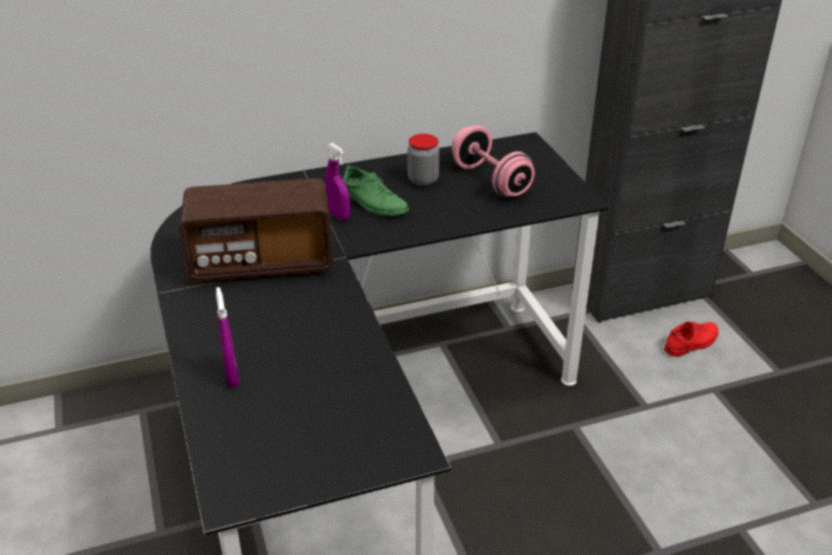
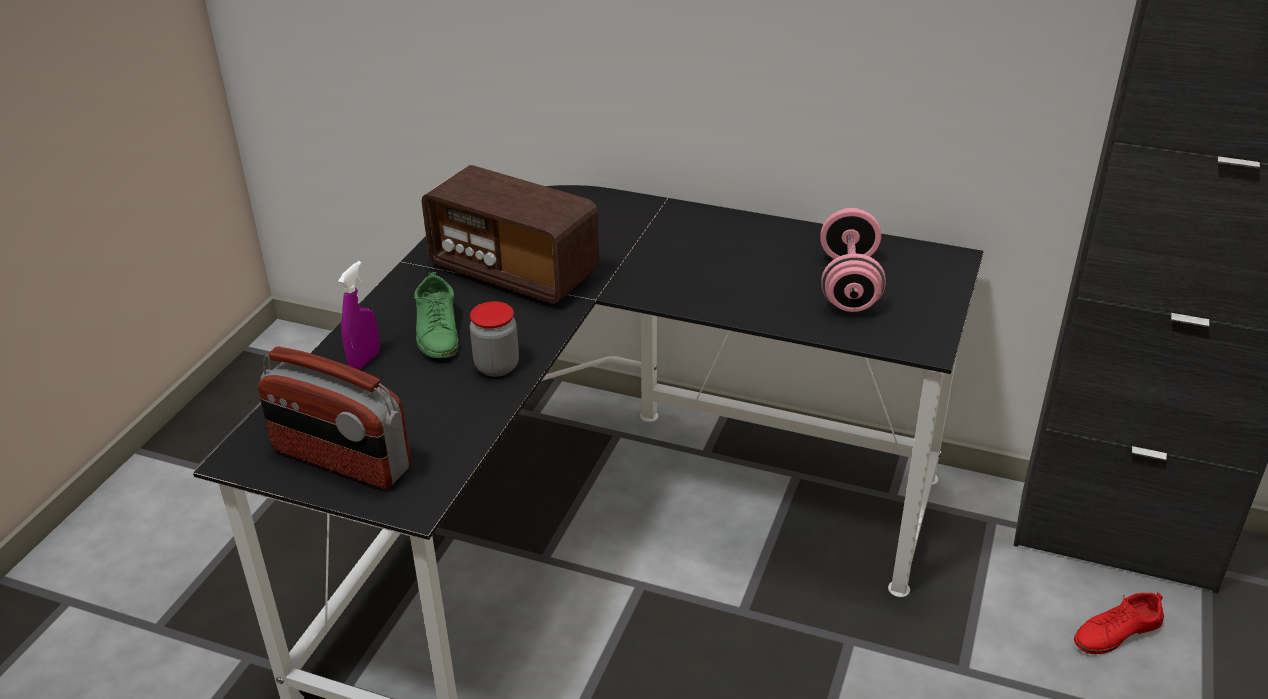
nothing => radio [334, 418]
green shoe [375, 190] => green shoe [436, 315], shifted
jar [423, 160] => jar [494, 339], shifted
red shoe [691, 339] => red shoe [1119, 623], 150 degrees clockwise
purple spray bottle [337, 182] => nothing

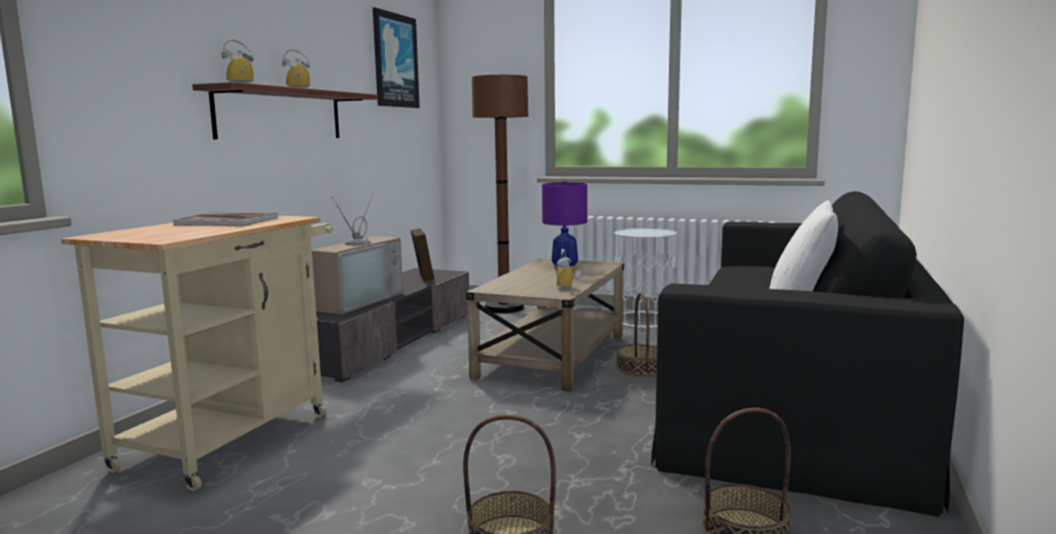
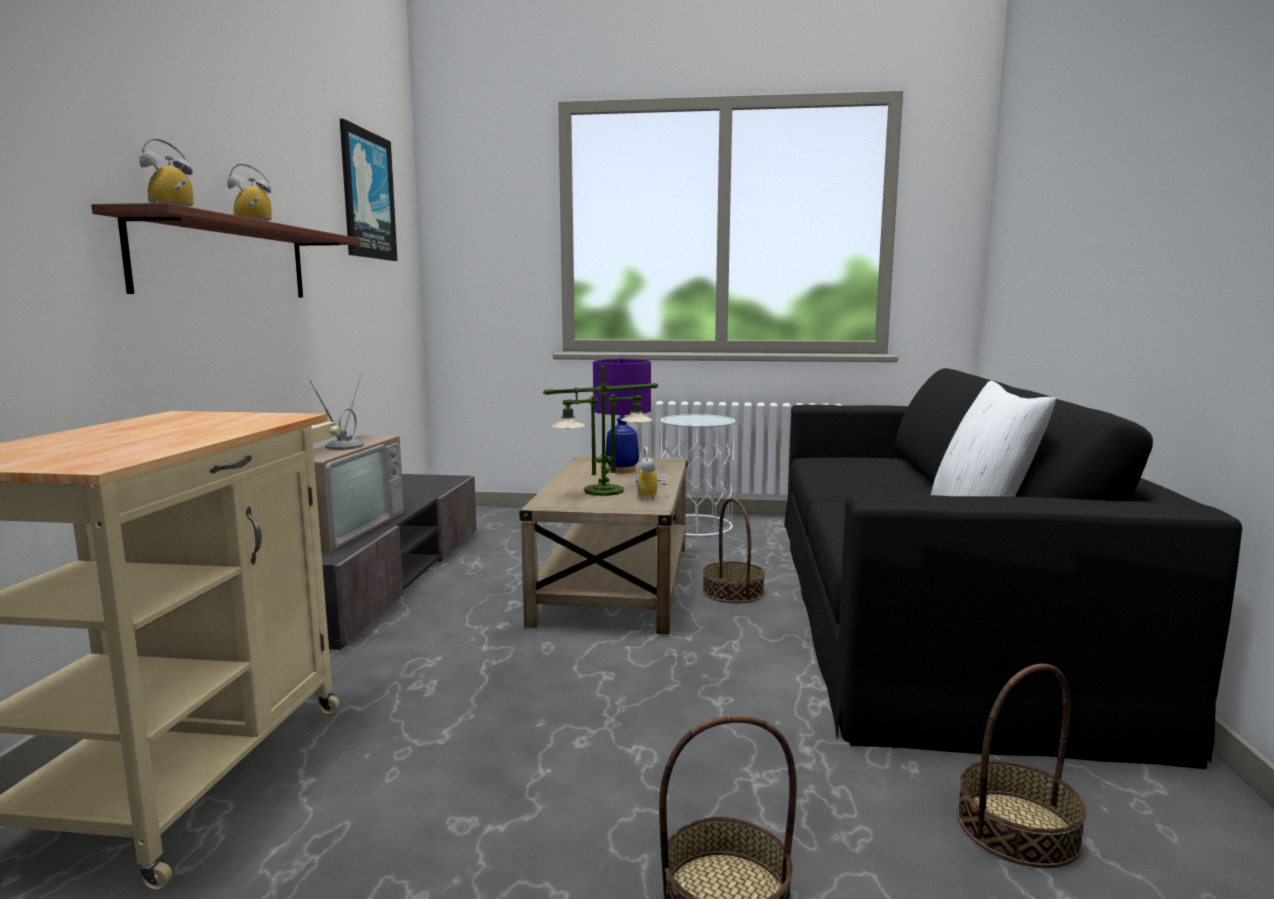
nothing => table lamp [600, 430]
book [225, 219] => nothing
picture frame [422, 254] => nothing
brown floor lamp [500, 194] => nothing

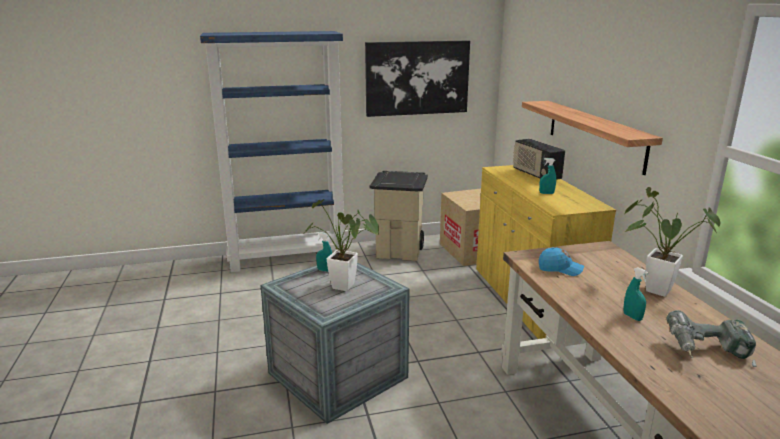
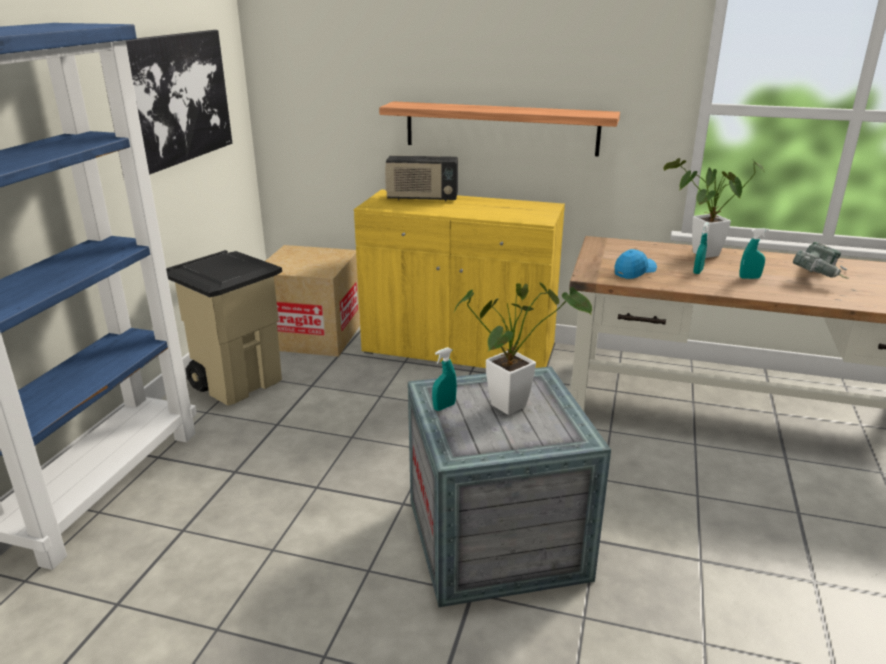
turquoise spray bottle [547, 176] => turquoise spray bottle [701, 248], shifted

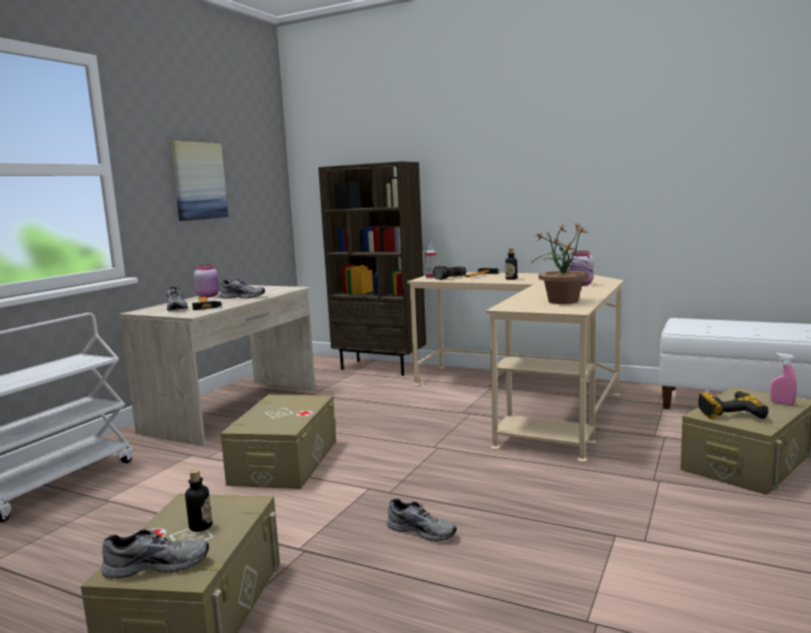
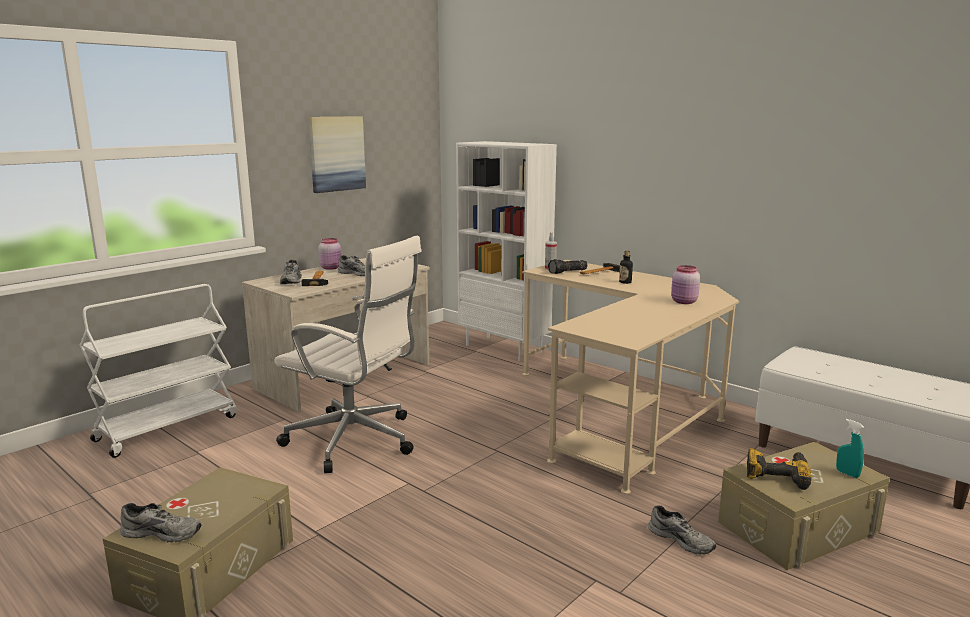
beige storage box [278, 442] => white office chair [348, 354]
brown bookcase [372, 268] => white bookcase [506, 251]
grey shoe [422, 520] => grey shoe [682, 530], shifted
pink spray bottle [783, 379] => turquoise spray bottle [850, 448]
bottle [199, 500] => nothing
potted plant [562, 263] => nothing

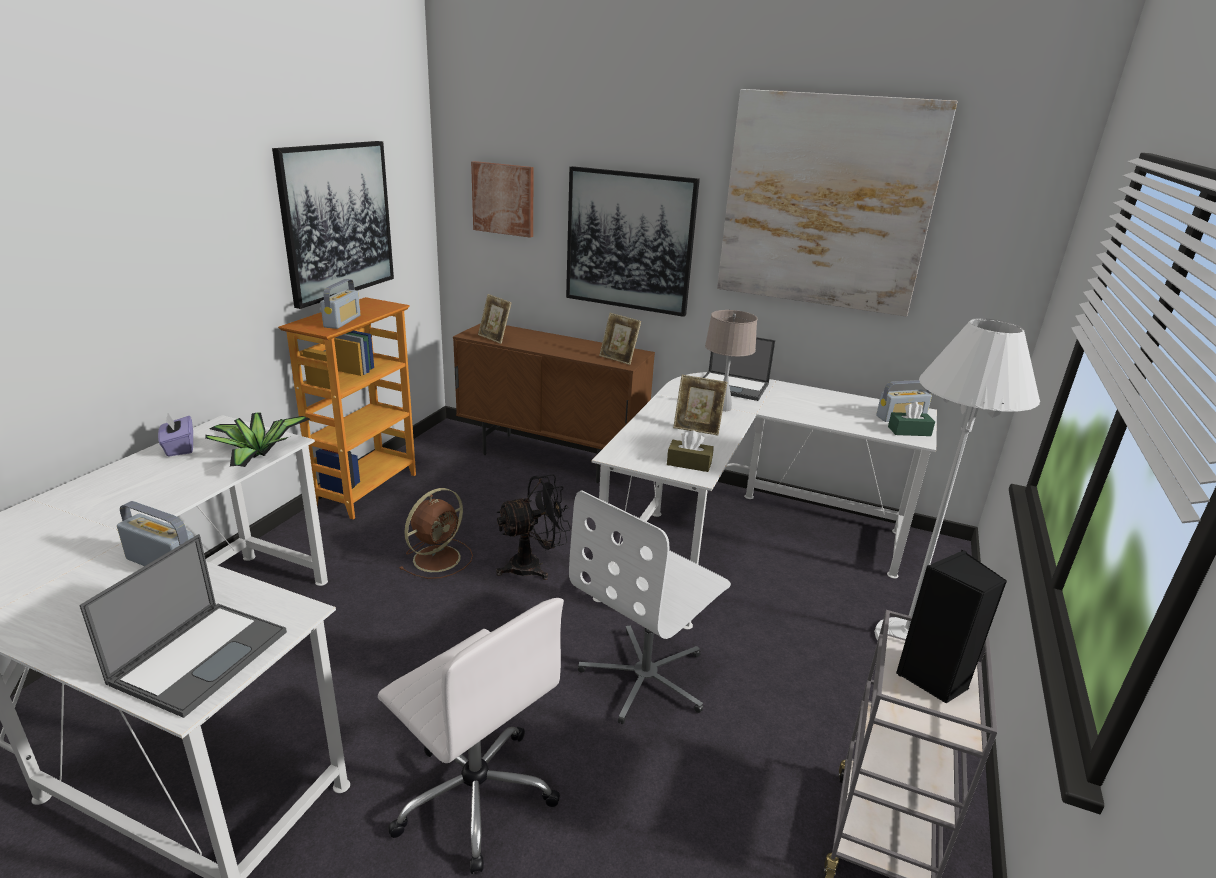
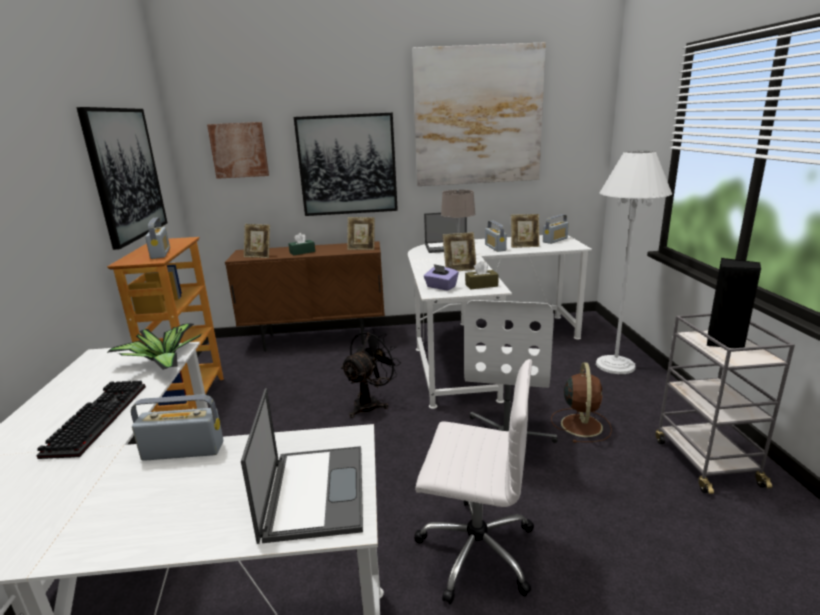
nothing => keyboard [91, 420]
green tissue box [911, 419] => green tissue box [301, 244], shifted
purple tissue box [175, 435] => purple tissue box [441, 277], shifted
nothing => radio [496, 236]
nothing => picture frame [525, 231]
brown fan [436, 533] => brown fan [581, 402], shifted

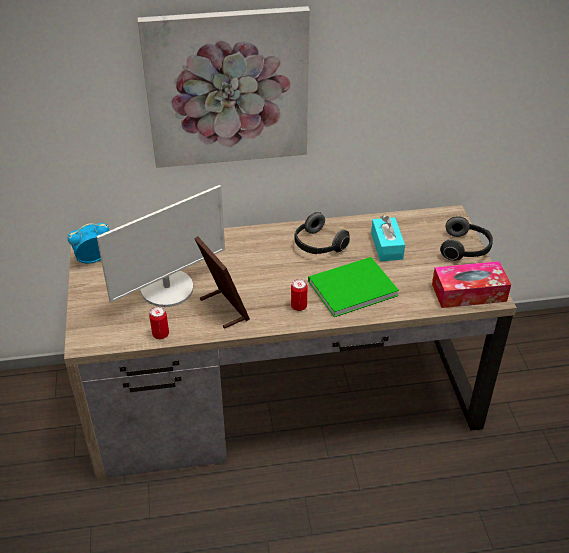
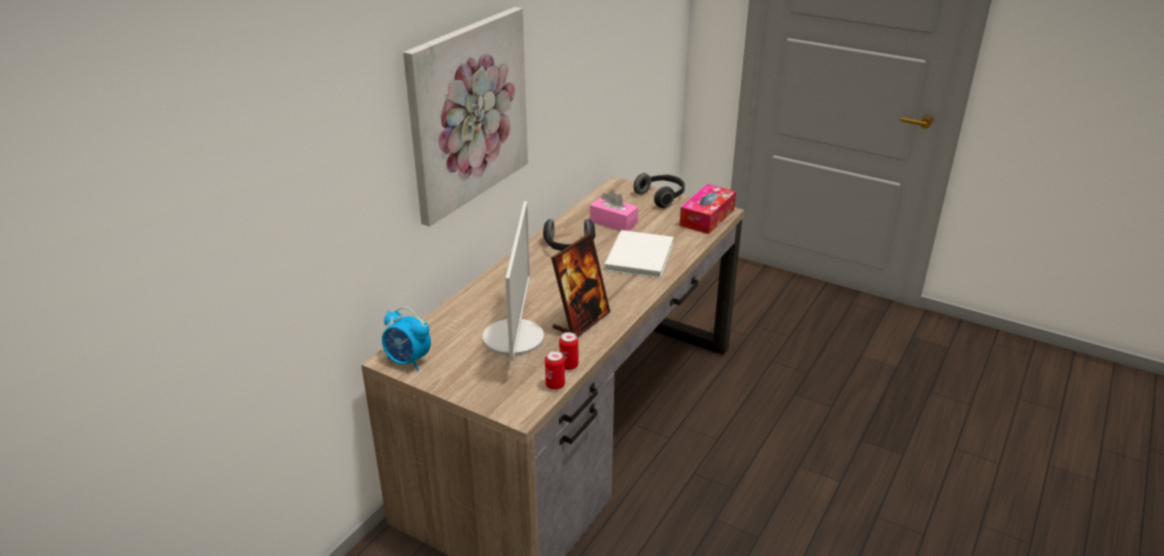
alarm clock [88, 243] => alarm clock [406, 338], 75 degrees counterclockwise
can [299, 295] => can [555, 370], shifted
picture frame [222, 283] => picture frame [580, 285], 120 degrees clockwise
turquoise tissue box [388, 238] => pink tissue box [614, 210]
green book [353, 287] => white book [639, 254]

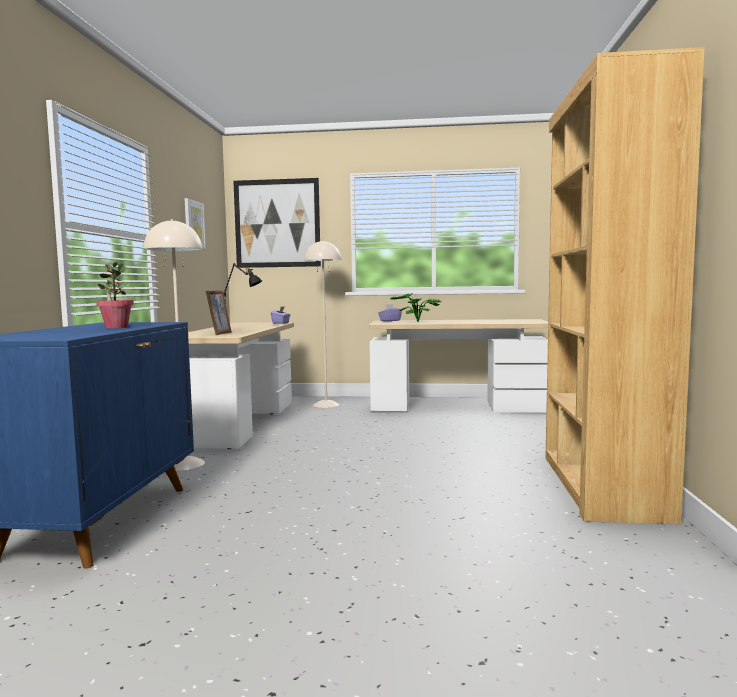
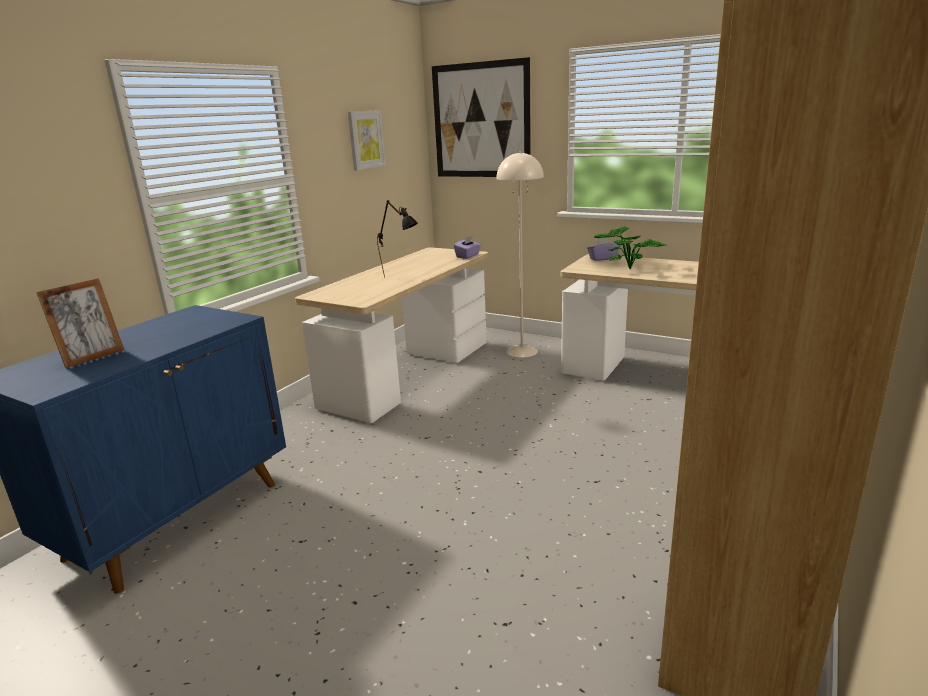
picture frame [219, 312] => picture frame [80, 323], shifted
potted plant [115, 295] => nothing
beige floor lamp [174, 345] => nothing

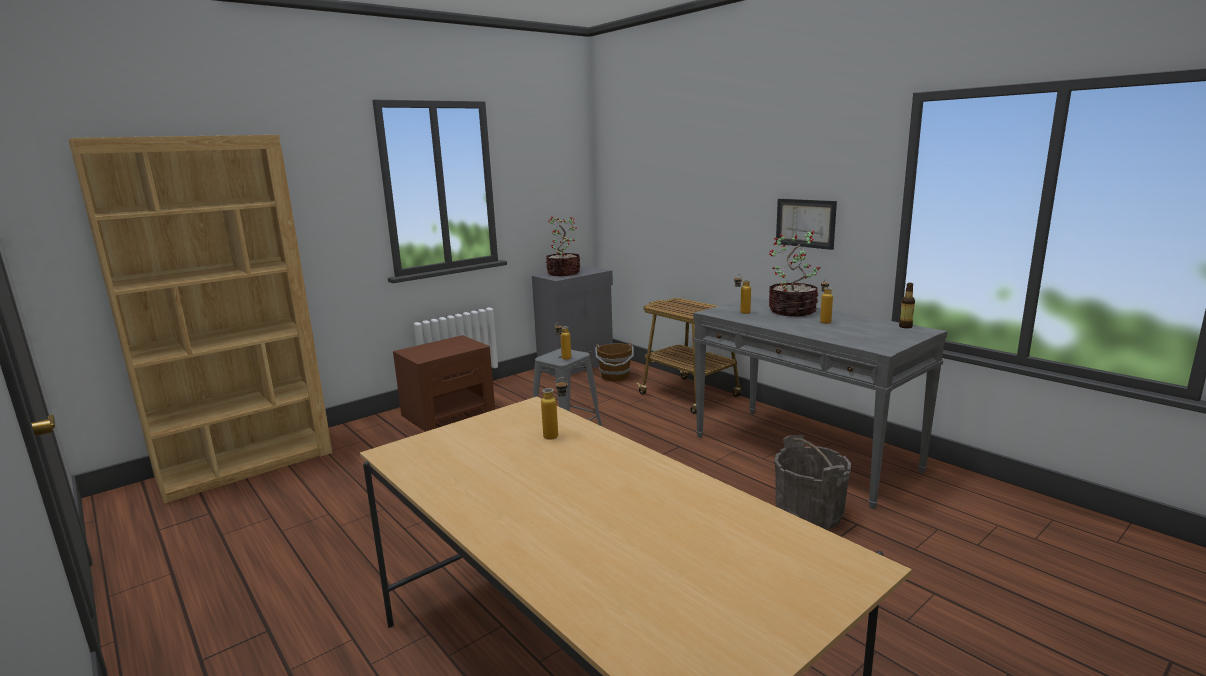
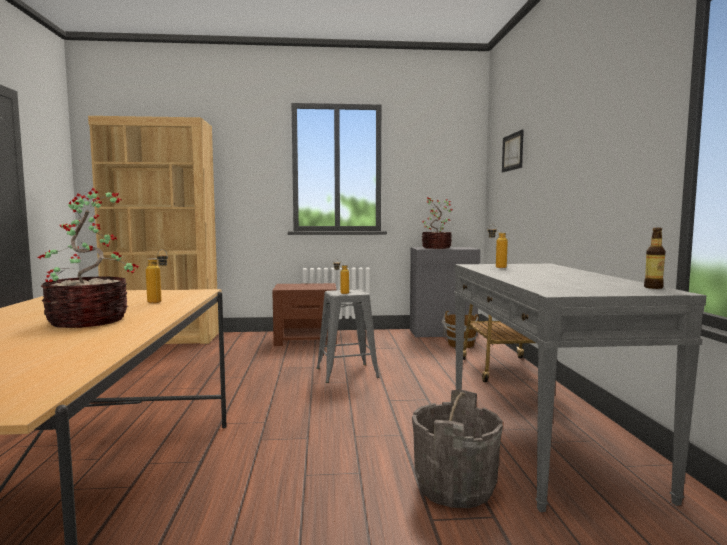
potted plant [794, 273] => potted plant [88, 258], shifted
picture [806, 224] => picture [513, 151], shifted
bottle [826, 301] => nothing

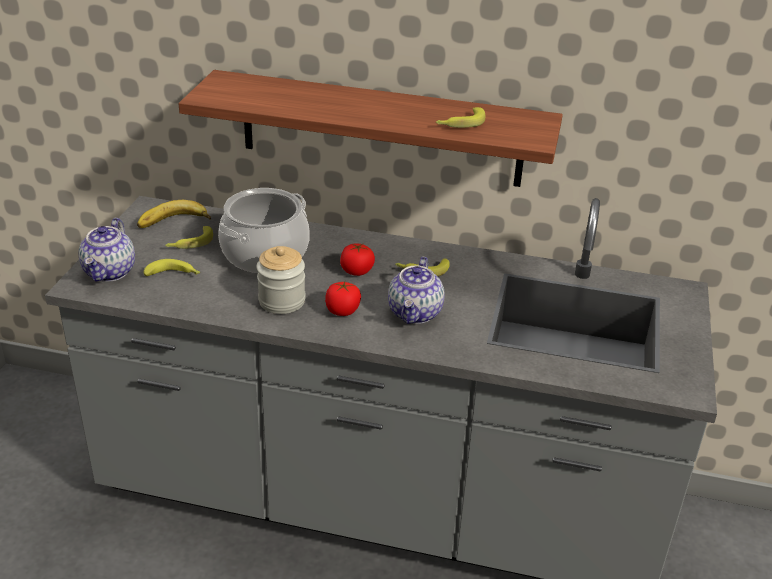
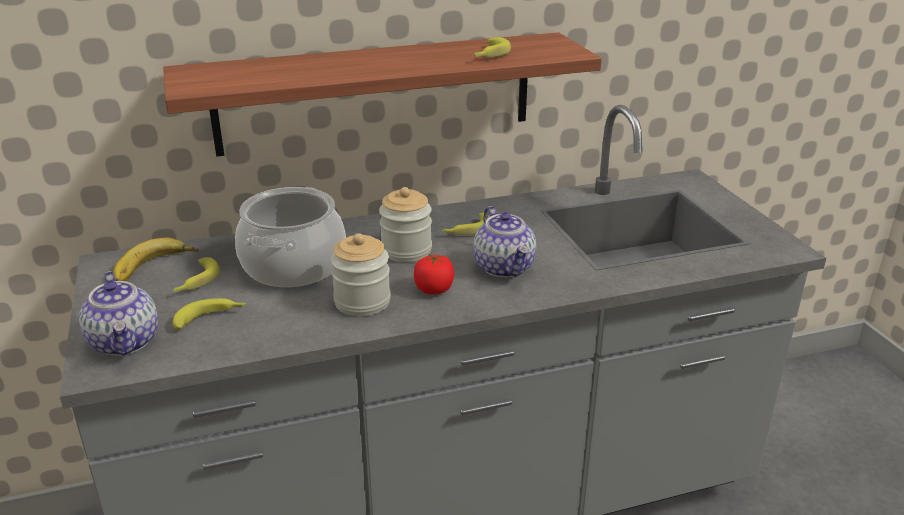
tomato [357, 259] => jar [405, 224]

